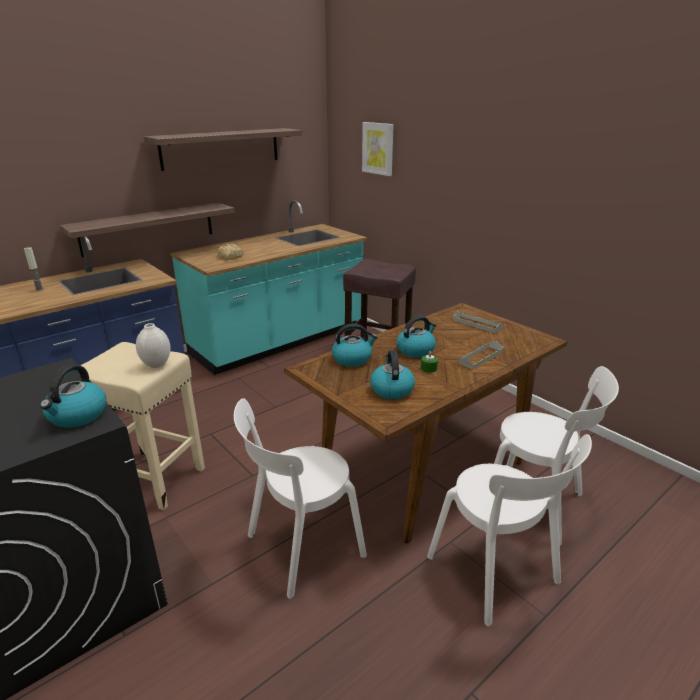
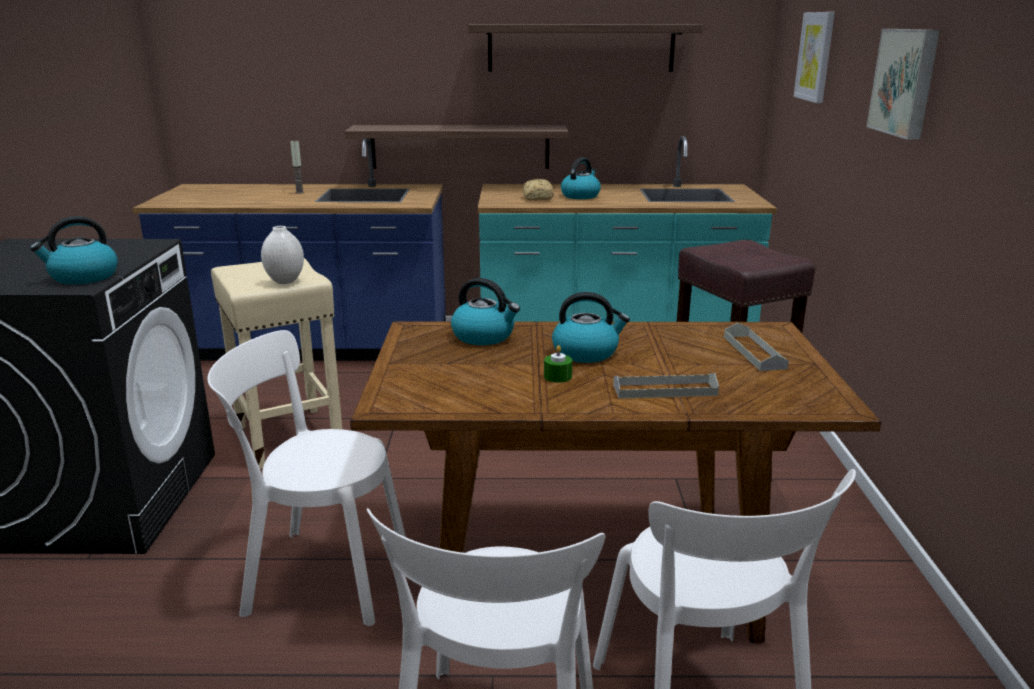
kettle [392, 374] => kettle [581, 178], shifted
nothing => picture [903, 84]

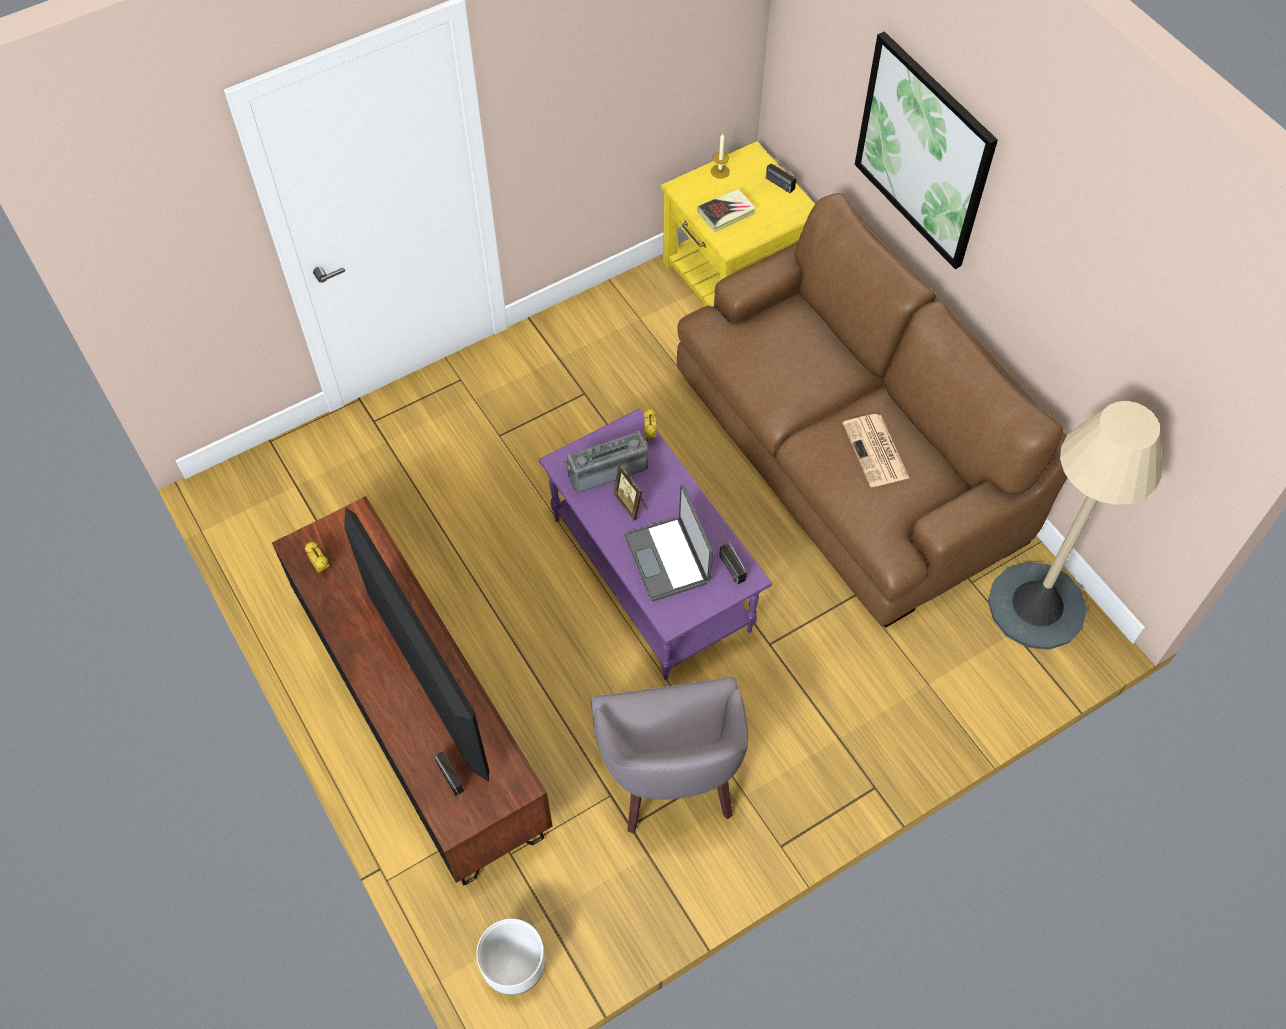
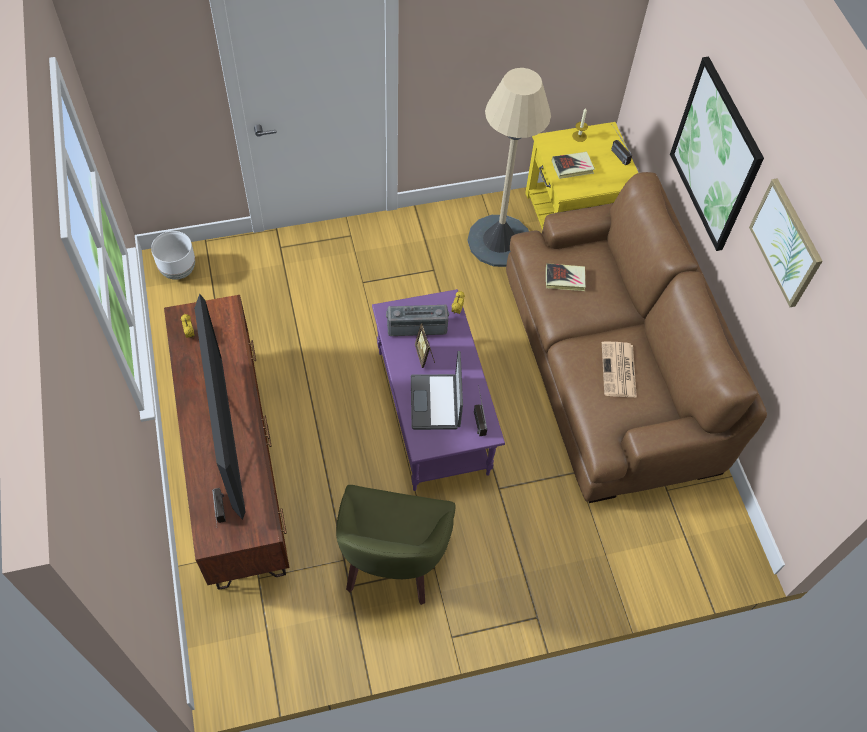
white planter [510, 957] => white planter [173, 255], shifted
grey armchair [669, 755] => green armchair [395, 545]
beige floor lamp [1075, 525] => beige floor lamp [509, 167], shifted
nothing => book [566, 277]
nothing => picture [785, 242]

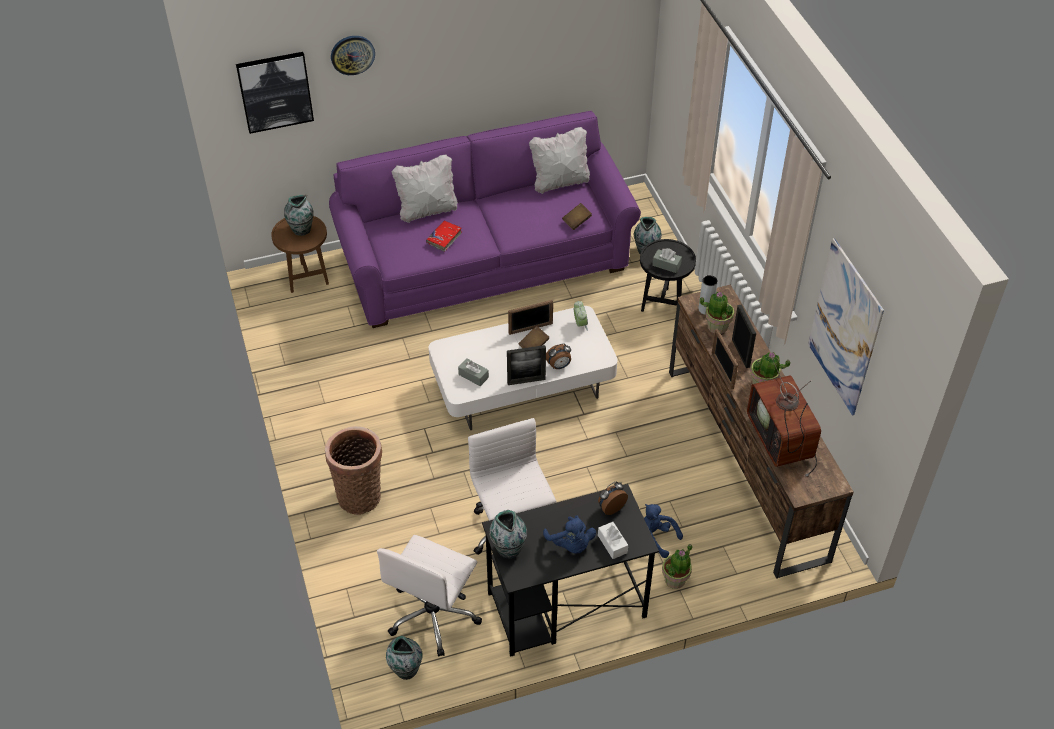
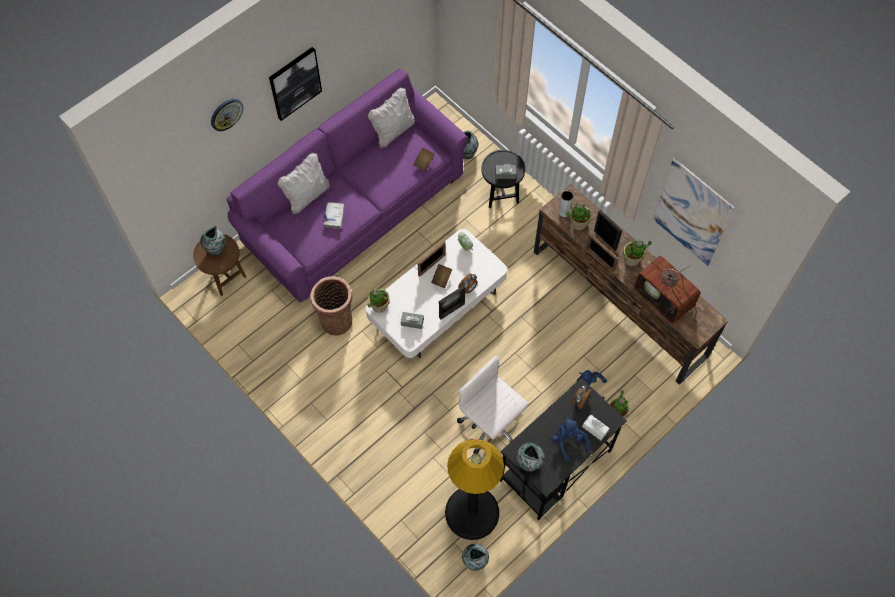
picture [275, 93] => picture [295, 84], shifted
basket [353, 470] => basket [331, 306], shifted
red book [444, 236] => white book [334, 215]
nothing => potted plant [379, 300]
white office chair [429, 595] => black floor lamp [474, 489]
blue plush toy [569, 535] => blue plush toy [570, 439], 150 degrees counterclockwise

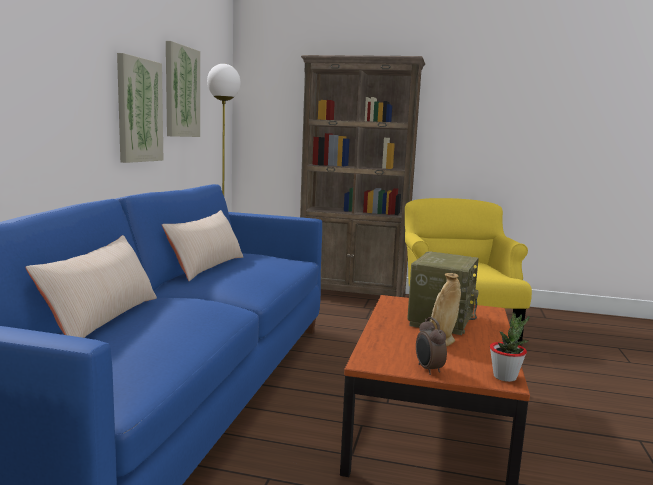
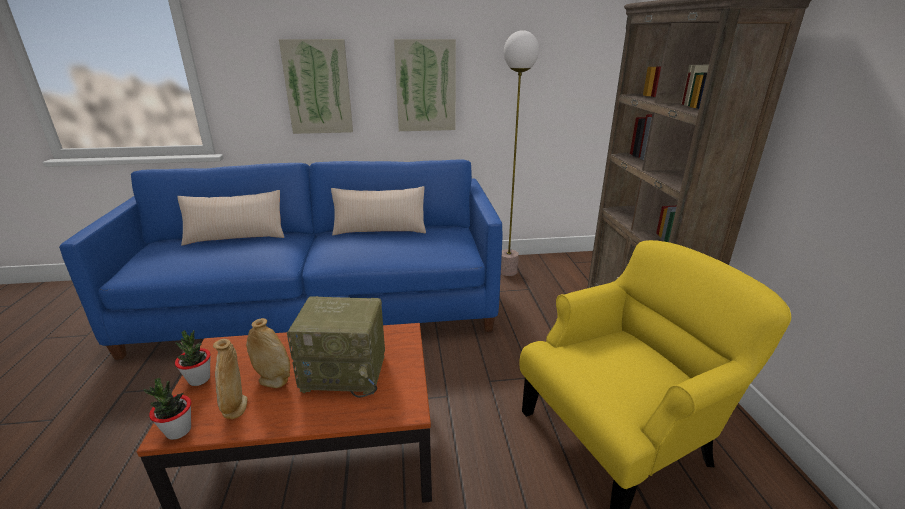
alarm clock [431, 346] => potted plant [193, 358]
nothing => beige vase [230, 379]
picture [183, 89] => picture [316, 86], shifted

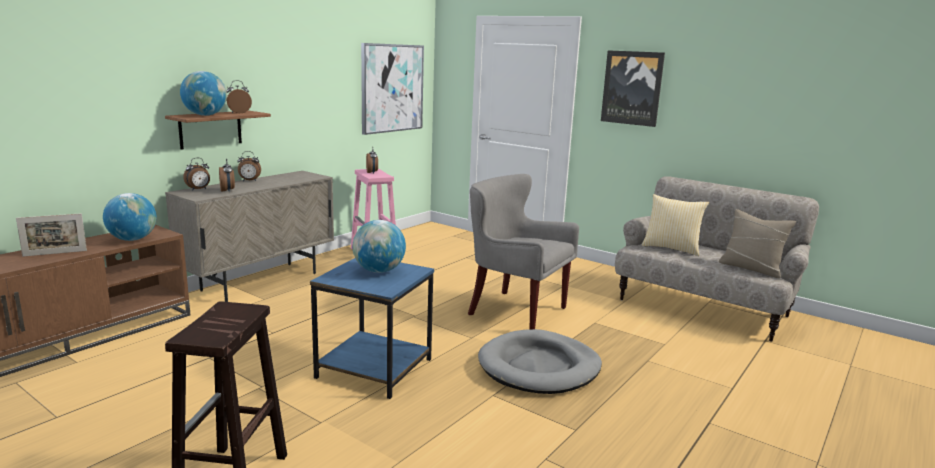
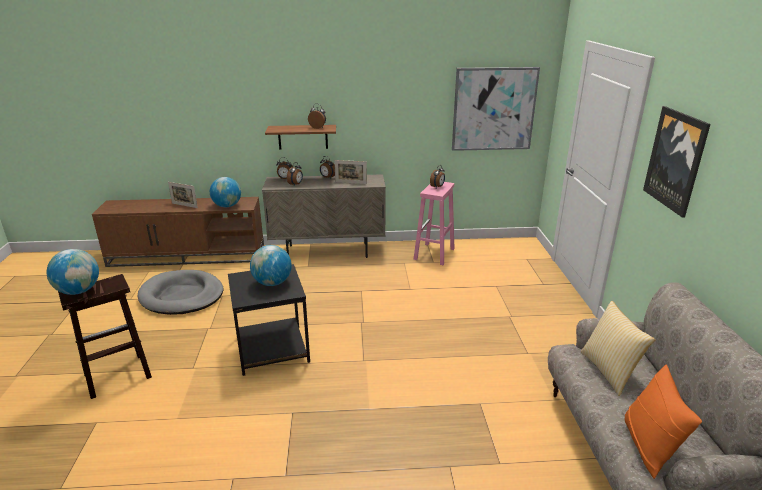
globe [203, 93] => globe [72, 272], shifted
grey dog bed [540, 361] => grey dog bed [180, 292], shifted
blue side table [372, 328] => black side table [269, 320]
nothing => picture frame [350, 172]
beige pillow [757, 243] => orange pillow [663, 421]
grey armchair [523, 251] => nothing

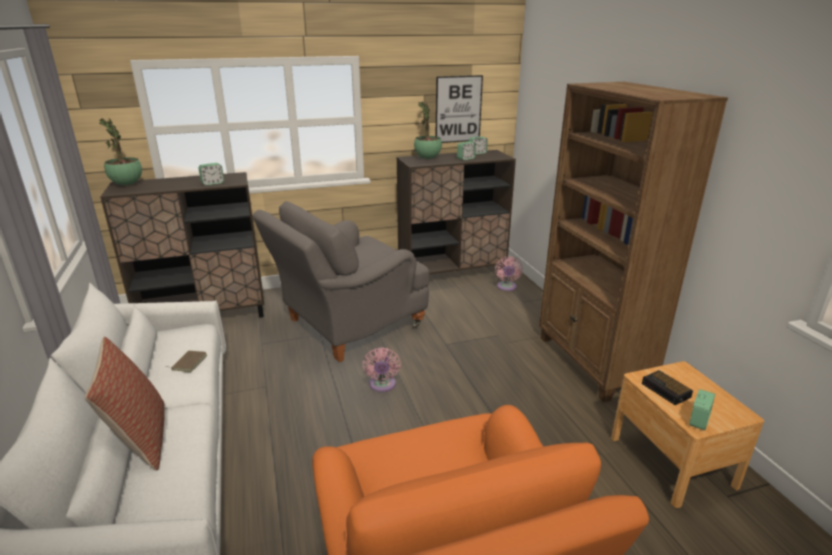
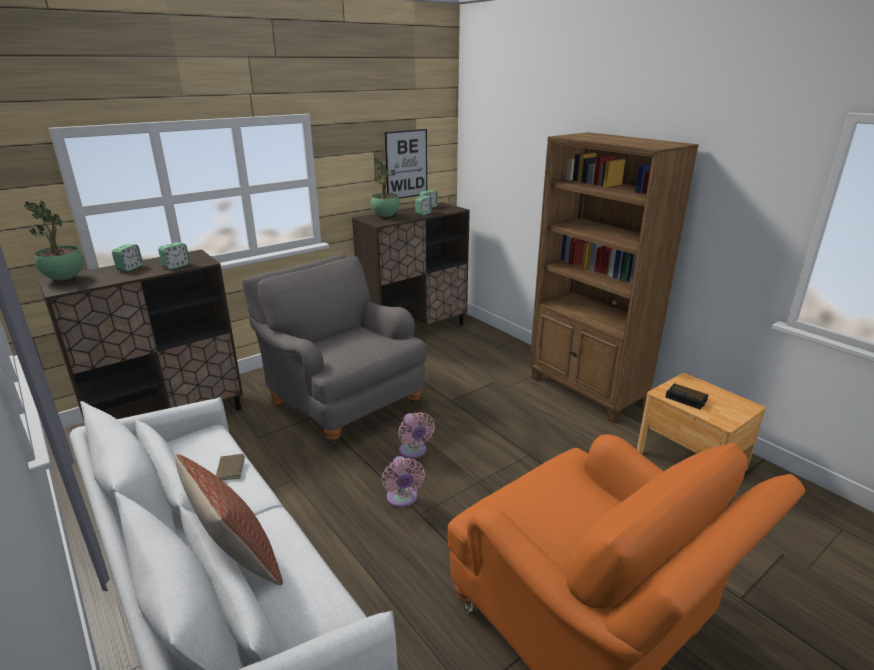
alarm clock [702, 409] => alarm clock [127, 257], shifted
grey armchair [341, 281] => grey armchair [334, 349], 105 degrees clockwise
pink fan [509, 273] => pink fan [403, 482], shifted

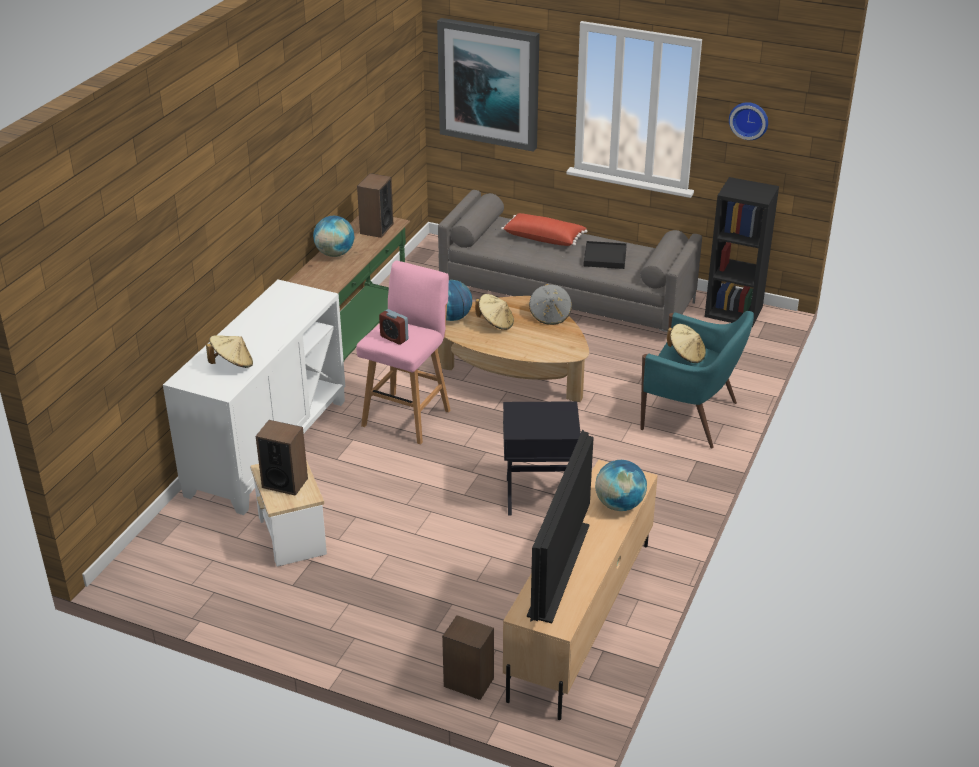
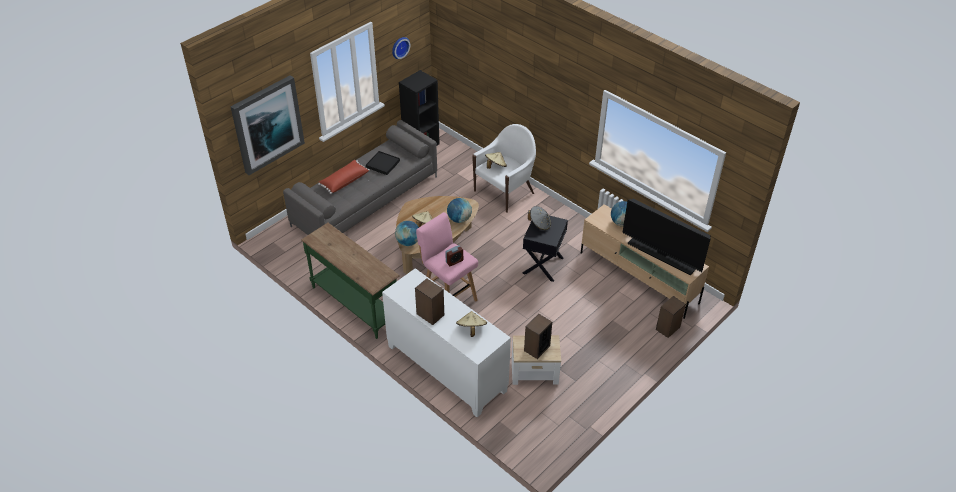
speaker [375, 205] => speaker [429, 301], shifted
globe [333, 236] => globe [459, 210], shifted
turquoise armchair [697, 379] => white armchair [504, 168]
grey hat [550, 304] => grey hat [539, 218], shifted

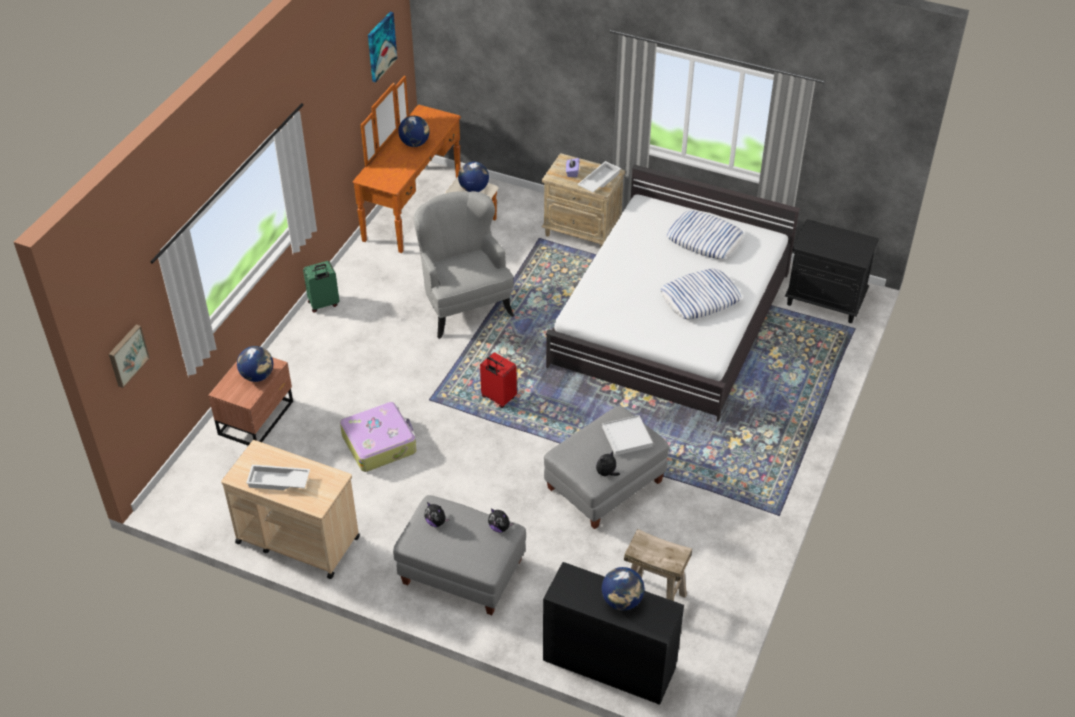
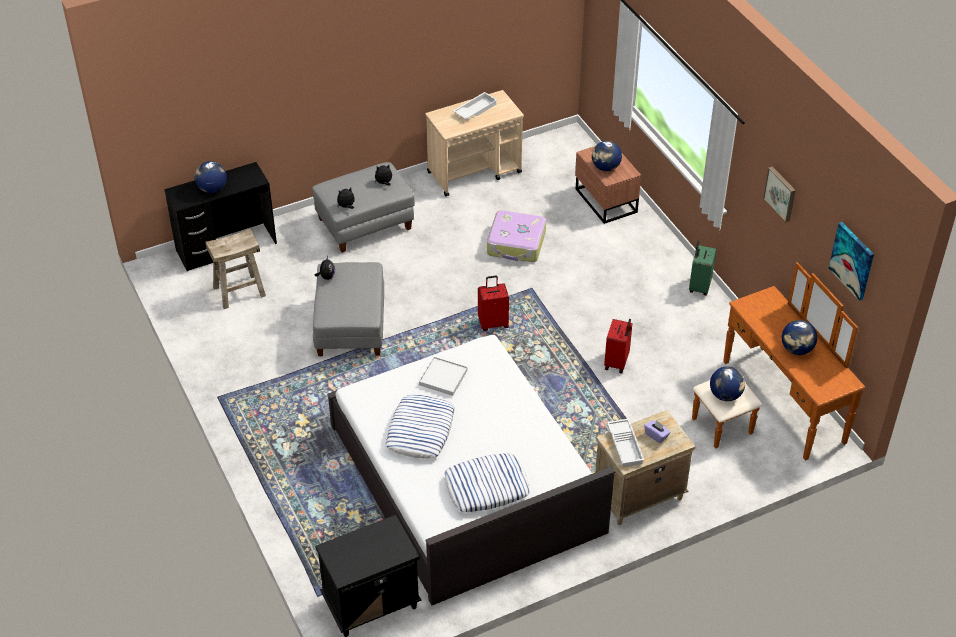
white tray [627, 435] => white tray [443, 376], shifted
grey armchair [464, 265] => red suitcase [618, 346]
picture [129, 356] => picture [779, 194], shifted

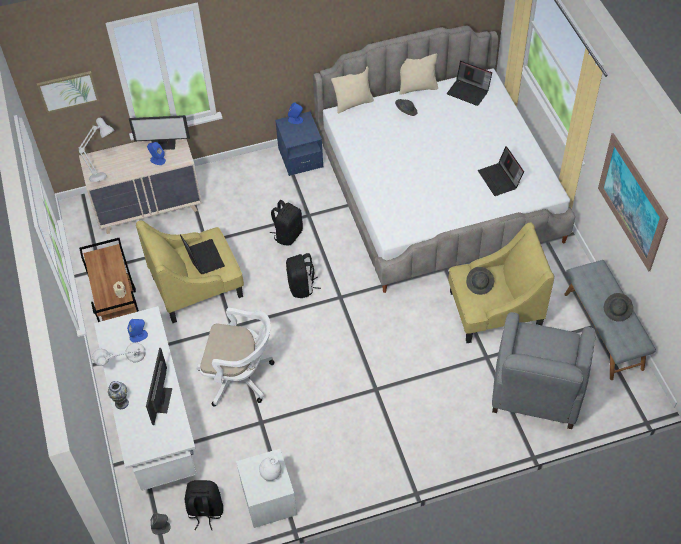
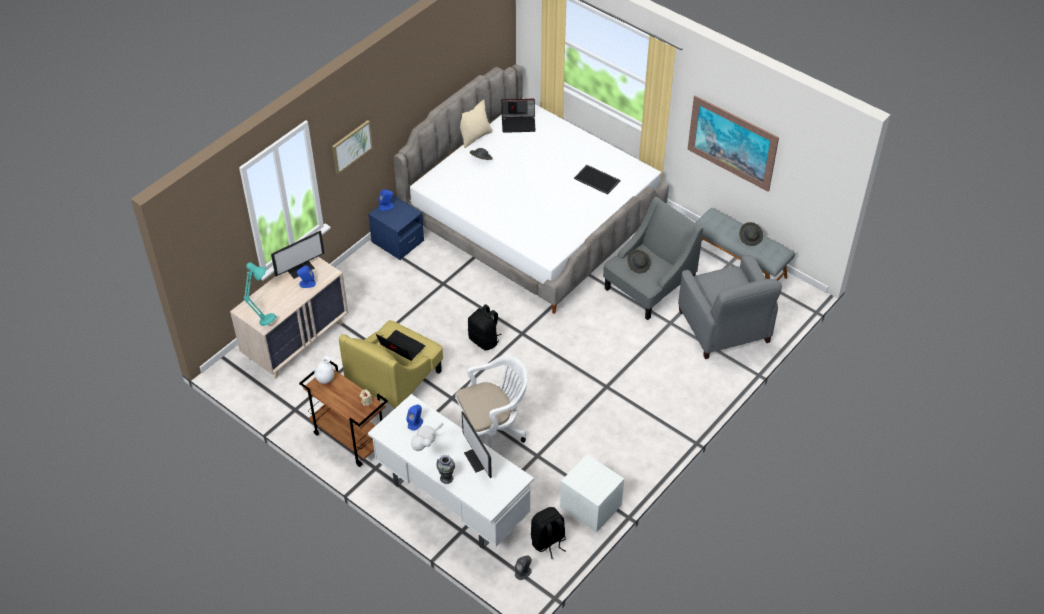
grey table lamp [96, 150] => turquoise table lamp [260, 294]
white vase [270, 468] => white vase [324, 370], shifted
picture [68, 92] => picture [352, 147], shifted
laptop [501, 171] => tray [597, 180]
yellow armchair [501, 283] => grey armchair [653, 258]
black backpack [286, 223] => nothing
beige pillow [352, 90] => nothing

